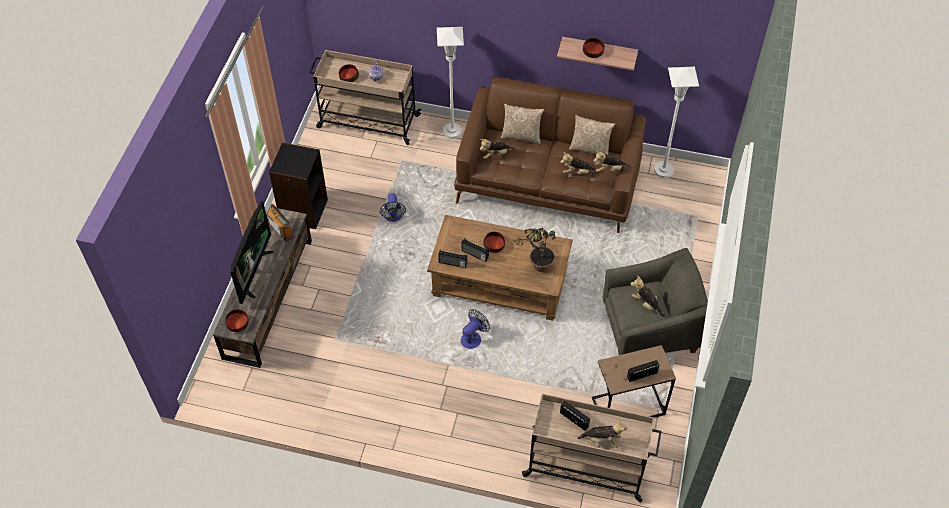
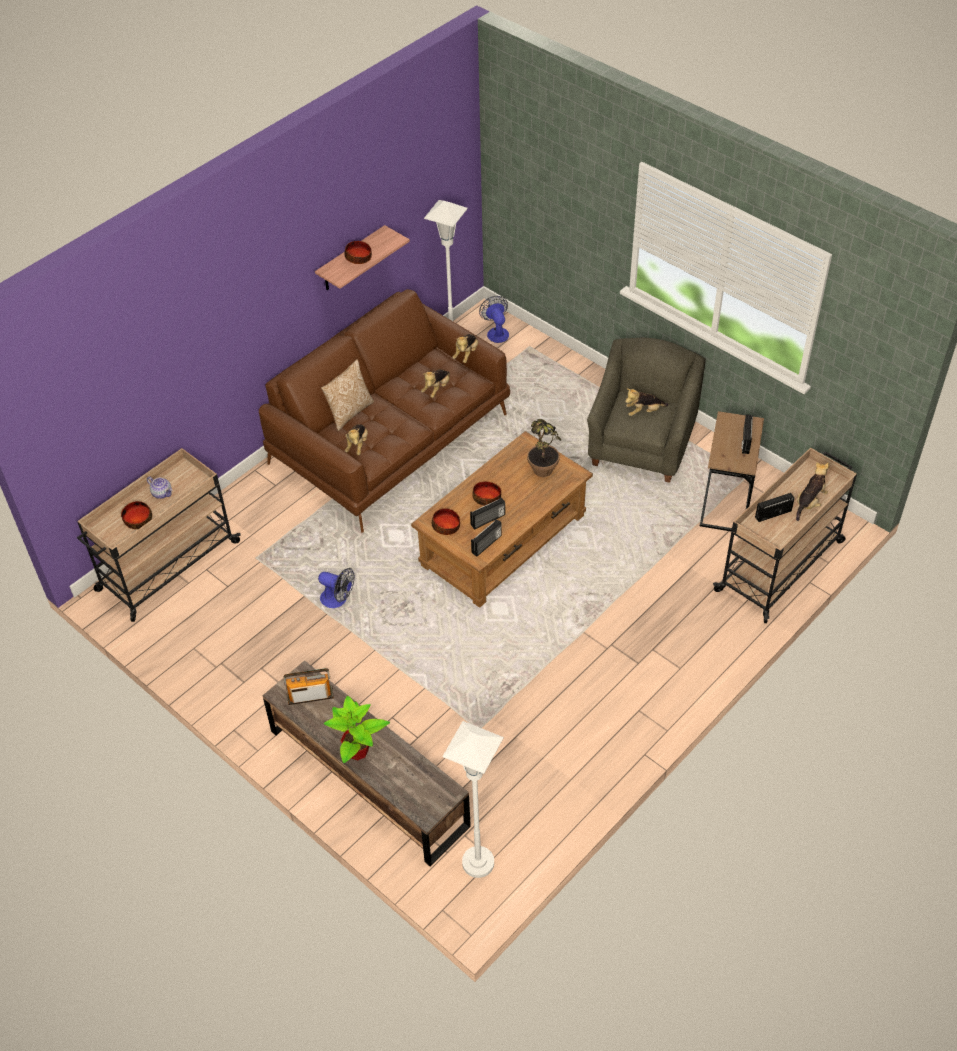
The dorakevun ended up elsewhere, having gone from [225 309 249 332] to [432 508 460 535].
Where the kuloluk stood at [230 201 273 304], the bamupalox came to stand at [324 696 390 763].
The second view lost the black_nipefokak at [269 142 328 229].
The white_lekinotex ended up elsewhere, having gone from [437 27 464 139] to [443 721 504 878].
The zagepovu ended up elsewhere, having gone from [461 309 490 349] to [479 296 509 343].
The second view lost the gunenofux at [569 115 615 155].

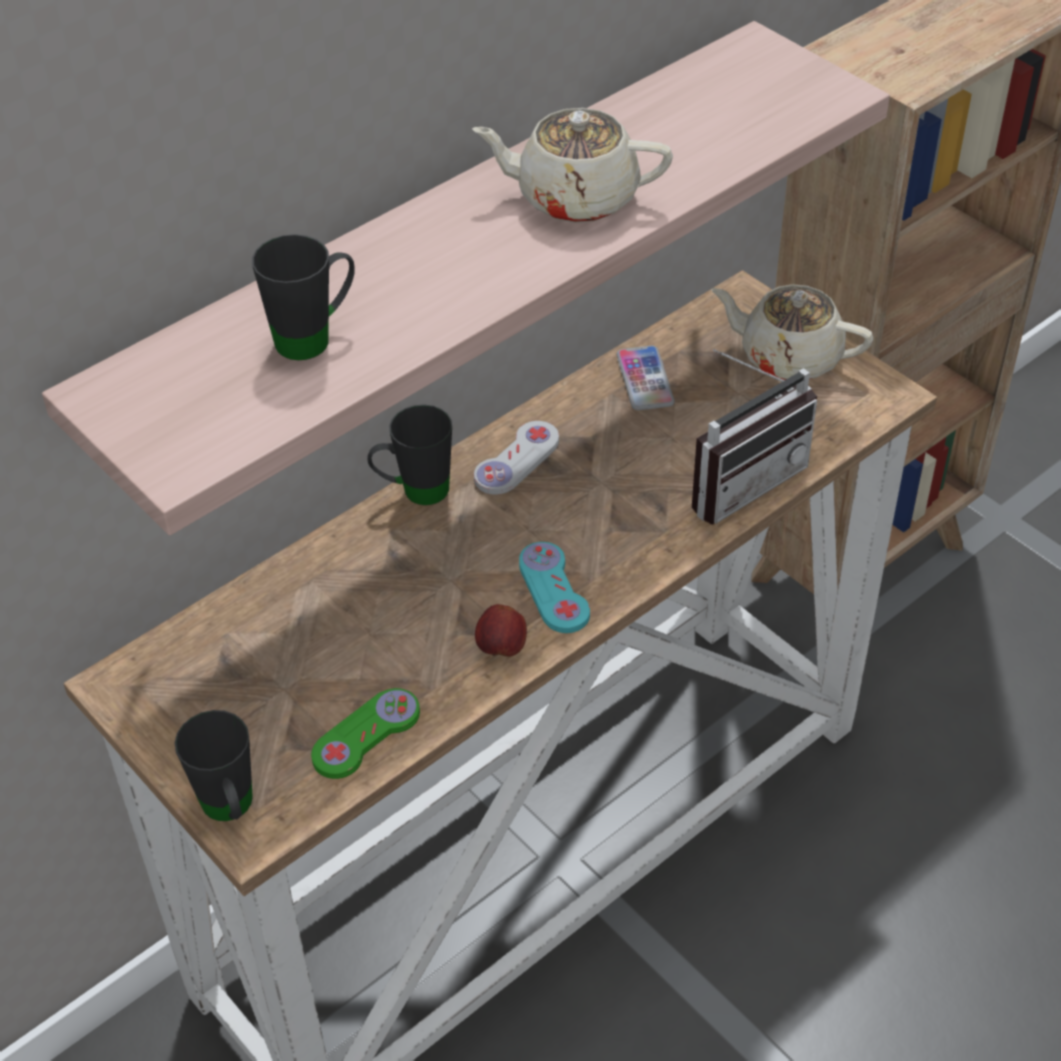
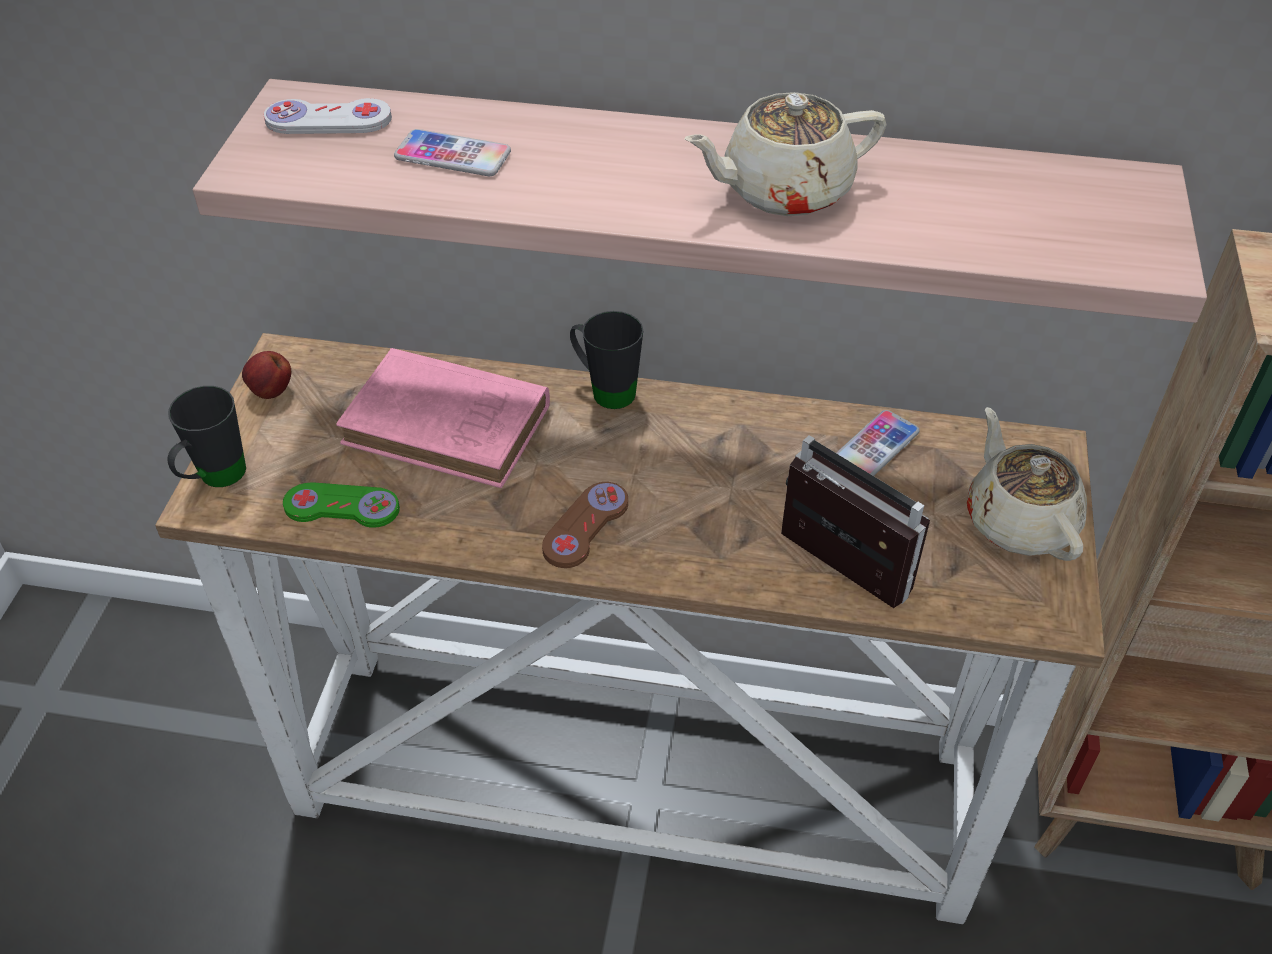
Where the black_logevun stood at [252 234 355 360], the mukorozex came to stand at [394 129 511 176].
The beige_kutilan at [472 108 673 223] ended up facing another way, 75 degrees counterclockwise from before.
The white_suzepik ended up elsewhere, having gone from [474 421 559 495] to [264 98 392 134].
The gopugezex ended up elsewhere, having gone from [475 604 527 657] to [242 351 291 399].
What was the turquoise_suzepik at [519 542 590 633] turned into the brown_suzepik at [542 482 628 568].
The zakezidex at [692 349 817 525] ended up facing another way, 150 degrees counterclockwise from before.
The second view gained the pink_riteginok at [336 348 550 488].

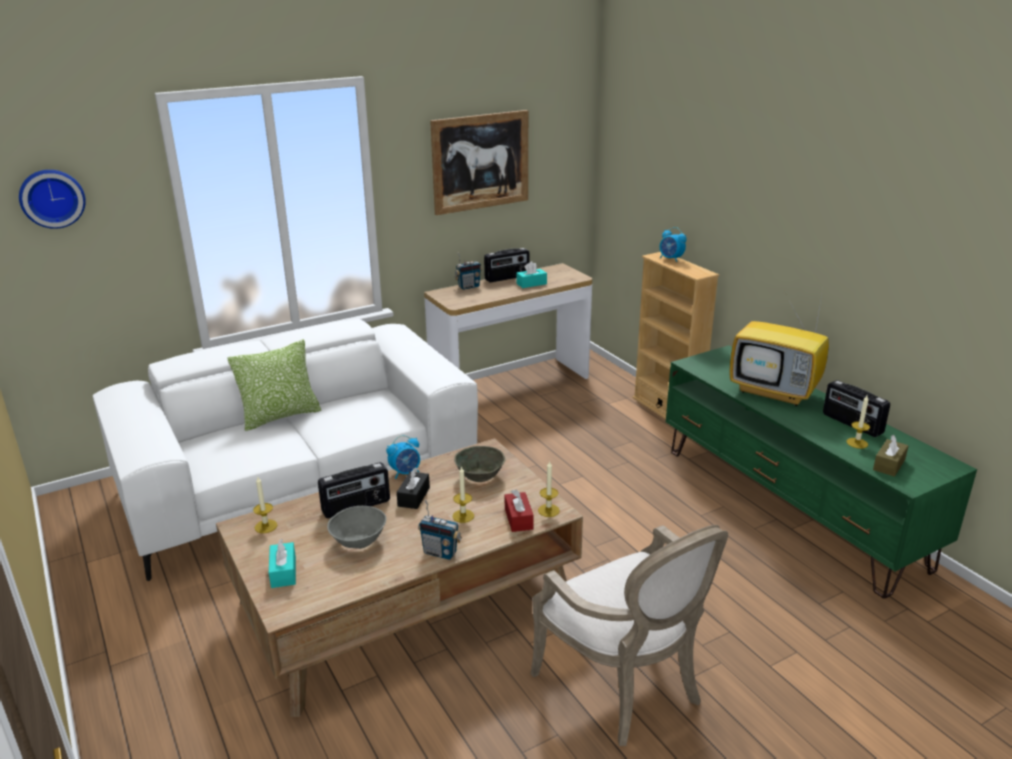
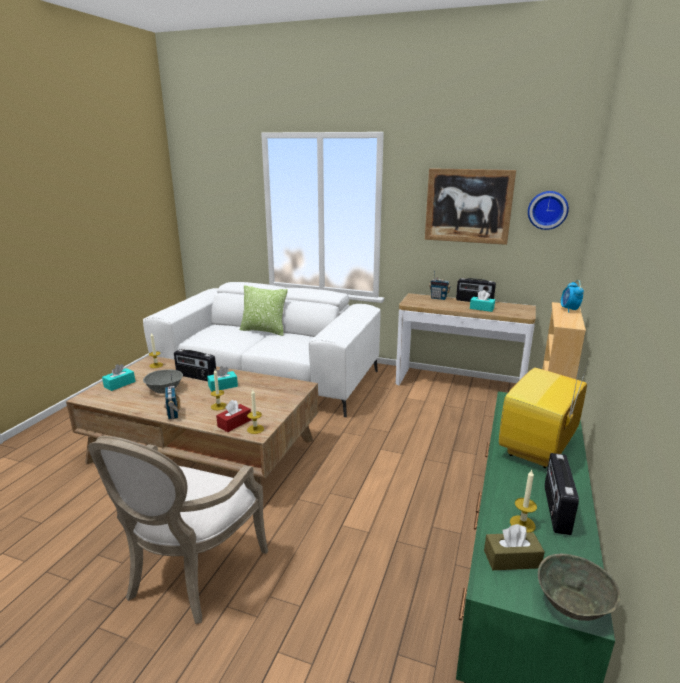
The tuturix ended up elsewhere, having gone from [19 170 86 229] to [528 191 569 230].
The second view lost the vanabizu at [386 435 420 479].
What was the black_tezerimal at [397 467 430 509] turned into the turquoise_tezerimal at [207 366 238 392].
The grey_dorakevun ended up elsewhere, having gone from [454 446 505 482] to [538 554 621 621].
The kuloluk at [729 289 829 406] ended up facing another way, 45 degrees clockwise from before.

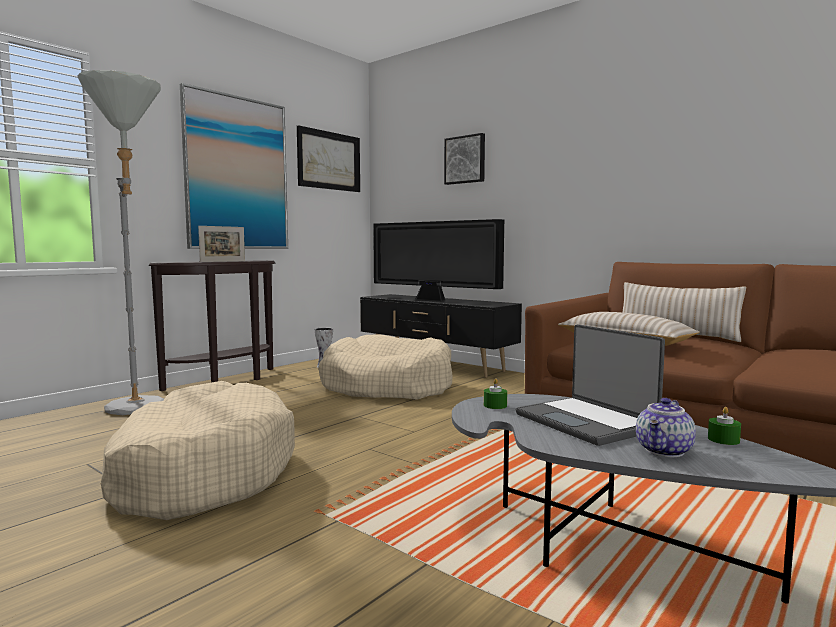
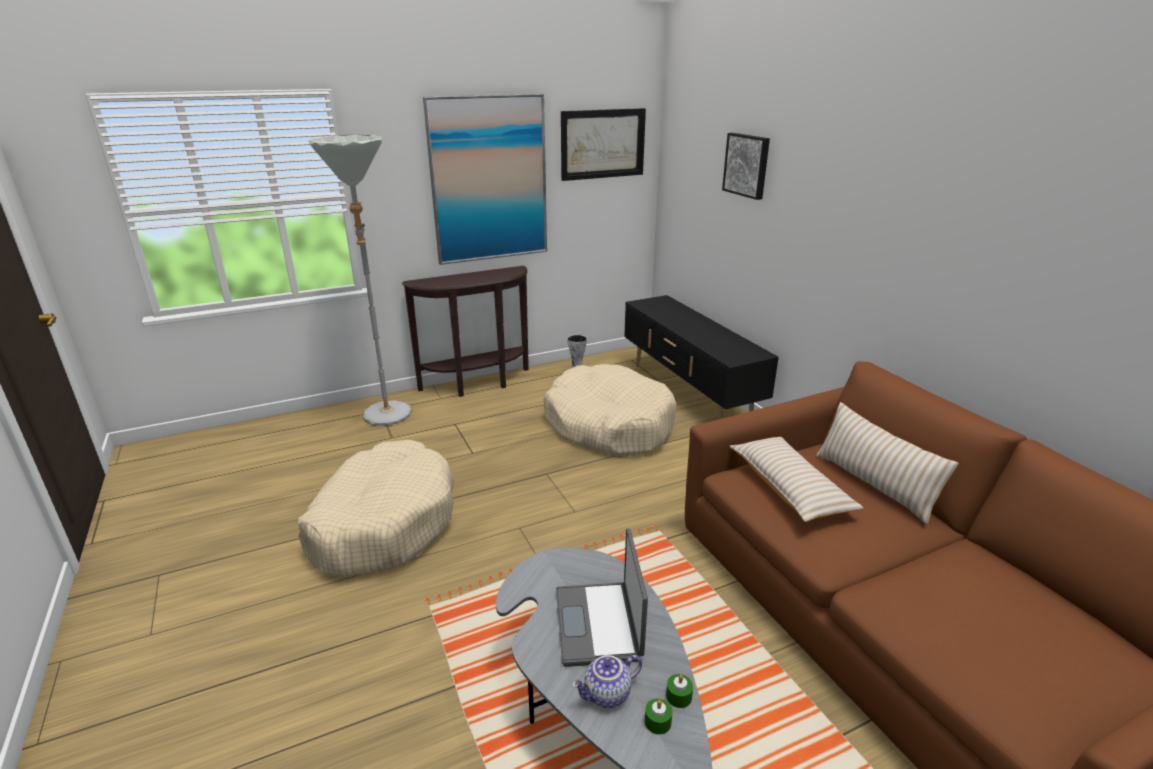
The second view lost the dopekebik at [198 226 245 262].
The second view lost the kuloluk at [373 219 504 302].
The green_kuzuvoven ended up elsewhere, having gone from [484 378 507 409] to [645 699 673 734].

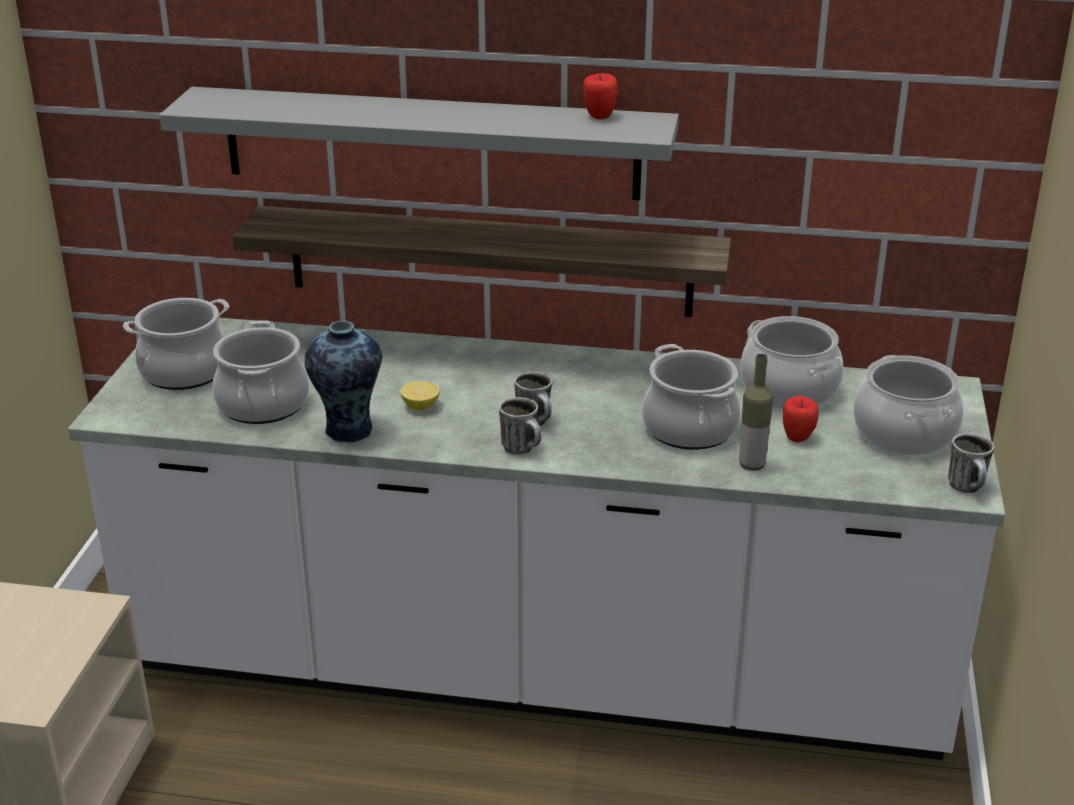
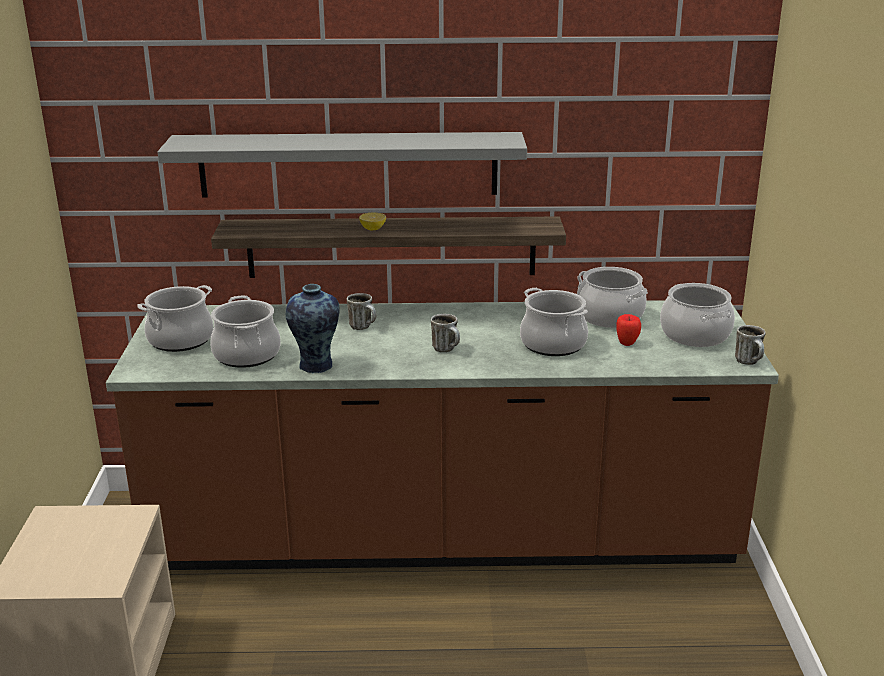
What was the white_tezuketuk at [68 318 1005 760] turned into the brown_tezuketuk at [106 300 779 570].
The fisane ended up elsewhere, having gone from [400 381 440 410] to [359 213 386 231].
The logevun ended up elsewhere, having gone from [499 397 542 455] to [347 293 377 330].
The second view lost the gopugezex at [583 73 618 119].
The second view lost the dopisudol at [739 354 773 471].

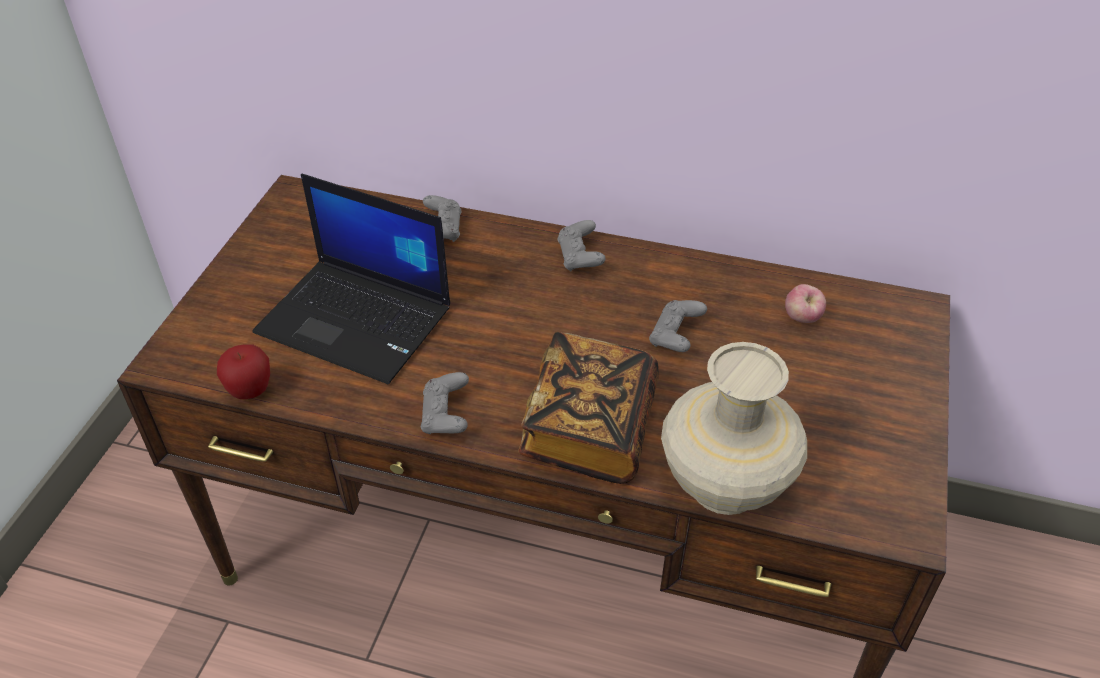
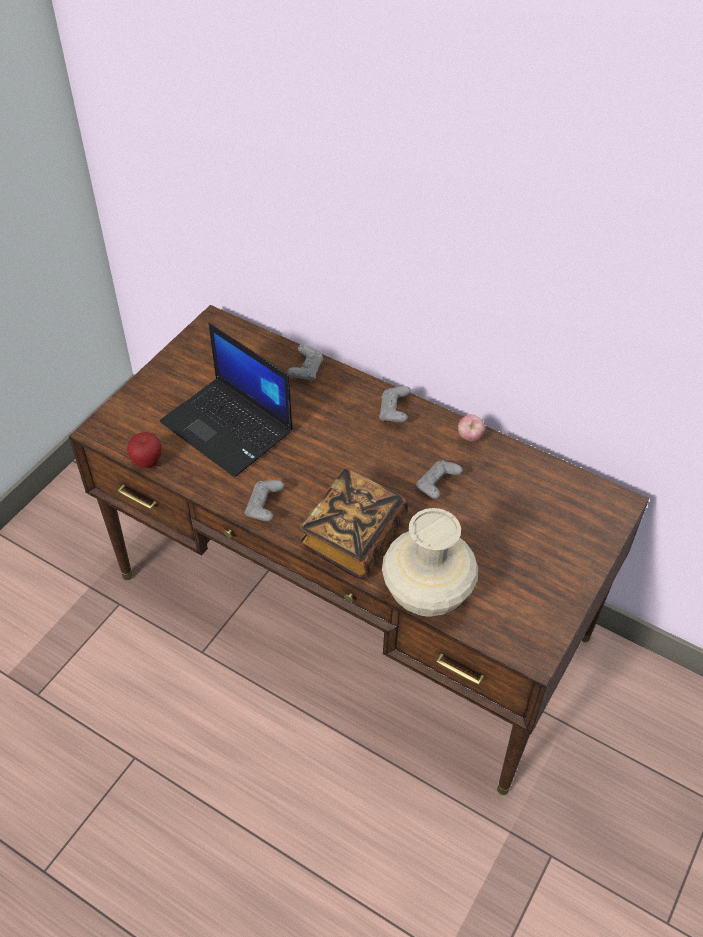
The gopugezex ended up elsewhere, having gone from [785 284 826 323] to [458 414 485 441].

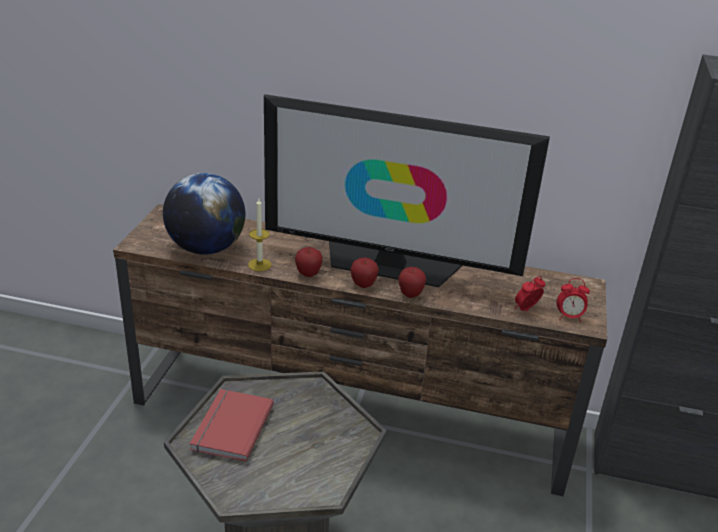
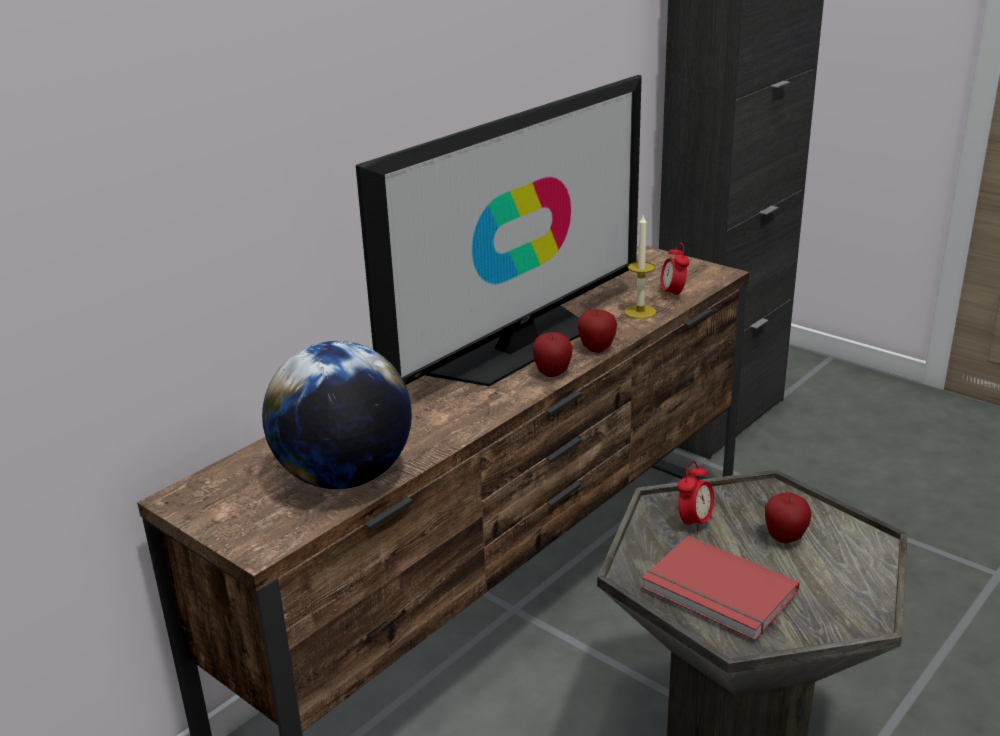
The kuzuvoven ended up elsewhere, having gone from [248 199 272 271] to [624 215 656 319].
The gopugezex ended up elsewhere, having gone from [295 247 323 277] to [765 492 812 543].
The vanabizu ended up elsewhere, having gone from [557 278 590 322] to [677 461 714 534].

